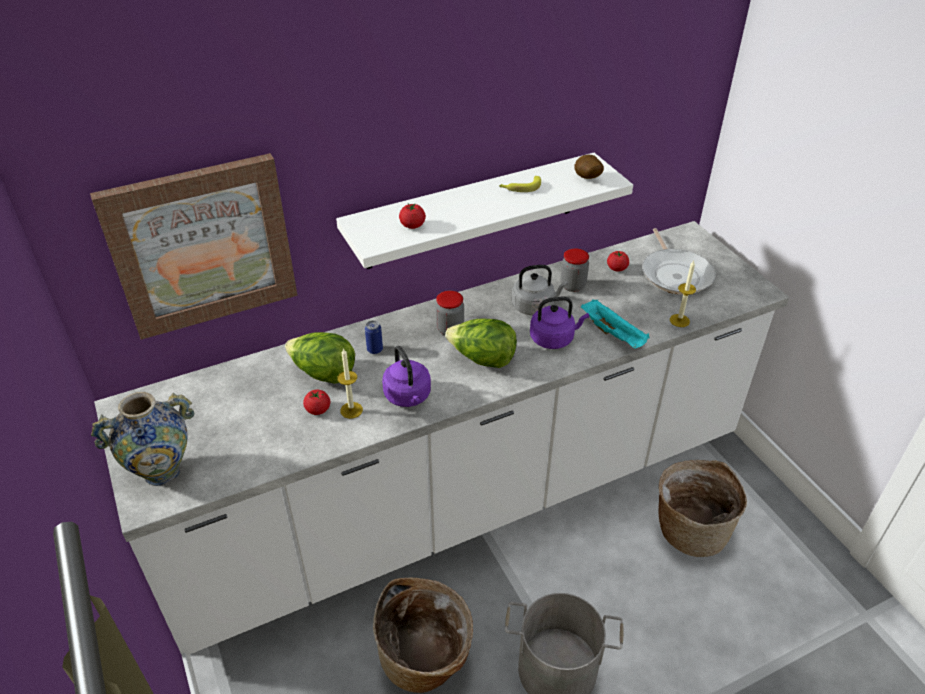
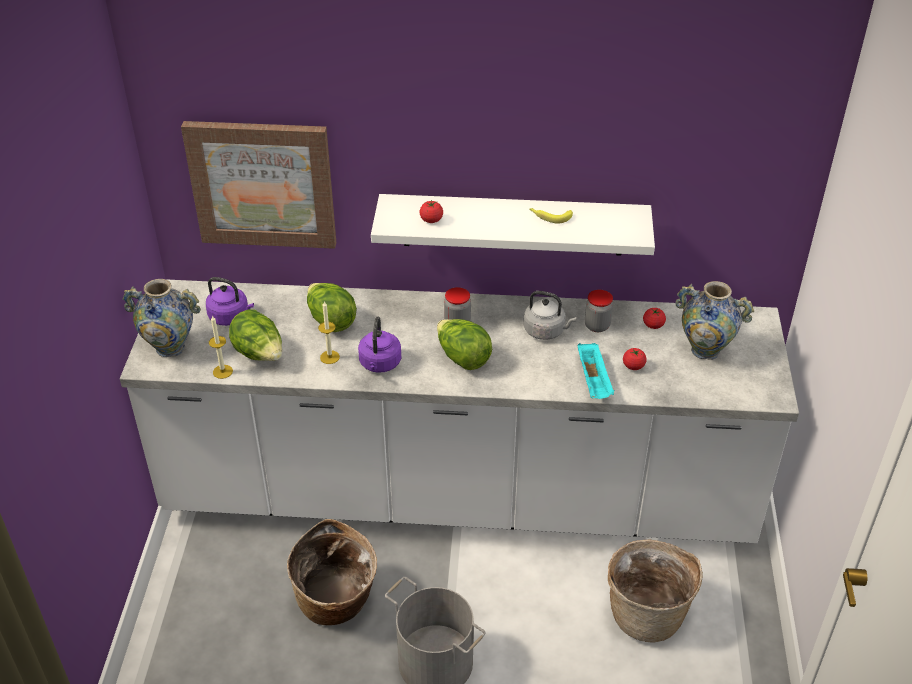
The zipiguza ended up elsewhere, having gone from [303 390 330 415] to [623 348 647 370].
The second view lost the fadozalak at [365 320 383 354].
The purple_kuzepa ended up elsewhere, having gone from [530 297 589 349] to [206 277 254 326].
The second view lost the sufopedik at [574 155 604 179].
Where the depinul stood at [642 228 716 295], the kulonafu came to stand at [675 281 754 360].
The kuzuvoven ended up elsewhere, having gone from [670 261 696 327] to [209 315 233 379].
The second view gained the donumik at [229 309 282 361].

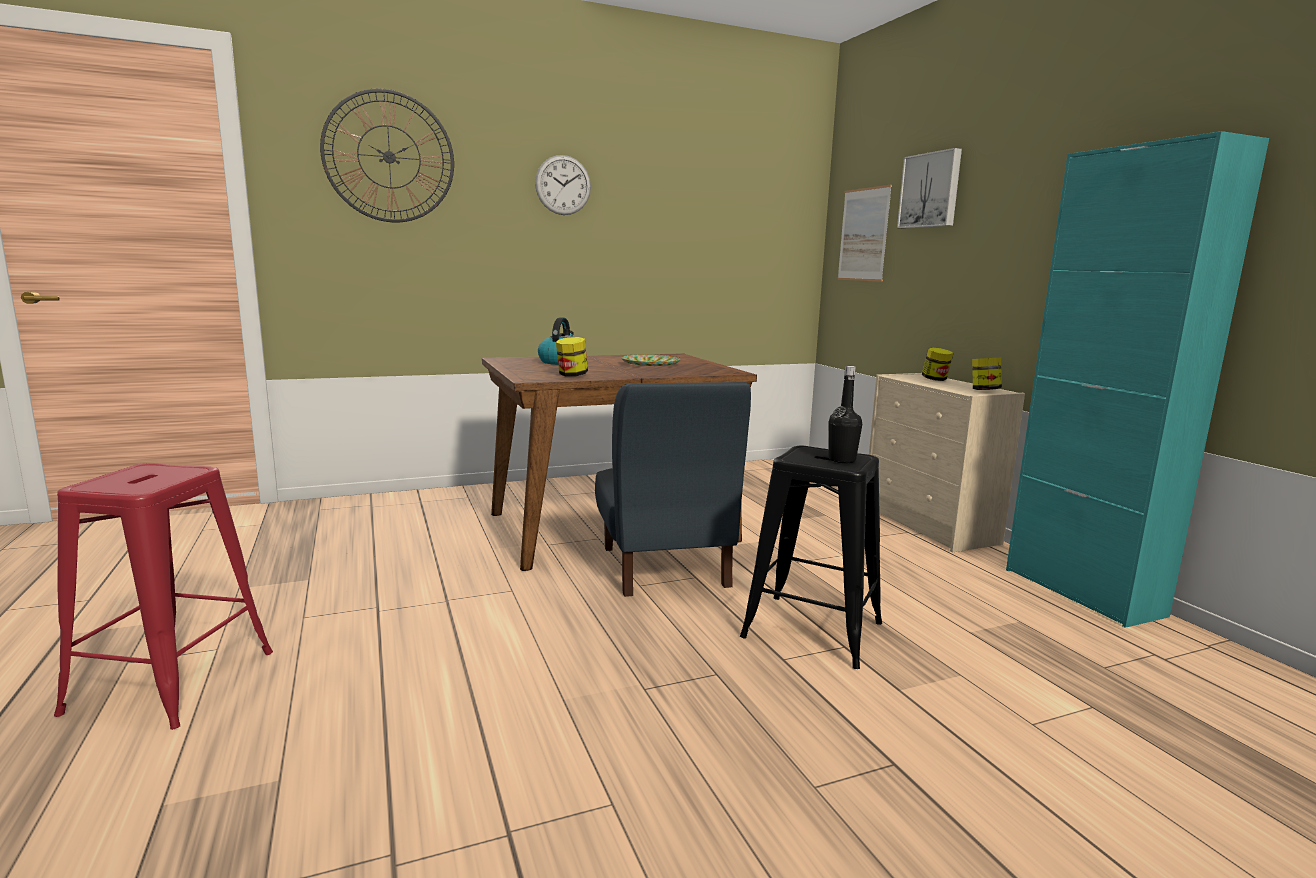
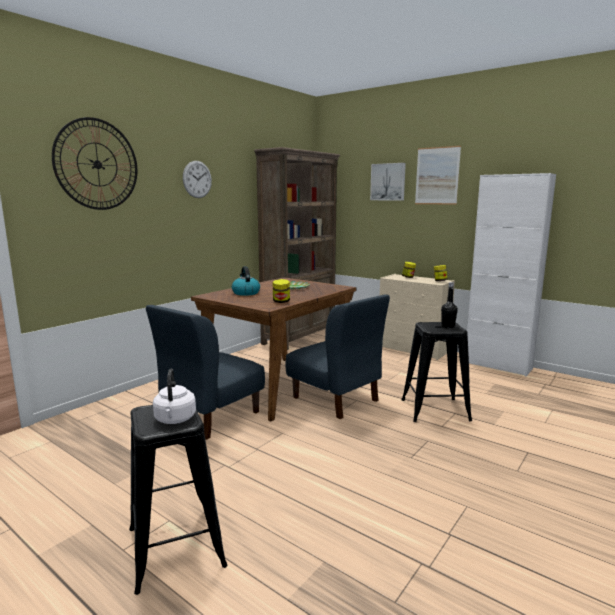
What was the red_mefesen at [54 463 273 730] turned into the black_mefesen at [129 405 227 595].
The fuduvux ended up elsewhere, having gone from [837 185 892 282] to [415 146 461 205].
What was the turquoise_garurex at [1006 131 1269 628] turned into the white_garurex at [467 173 556 377].
The second view gained the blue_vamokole at [146 305 265 440].
The second view gained the white_kuzepa at [153 369 196 424].
The second view gained the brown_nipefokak at [254 147 340 350].

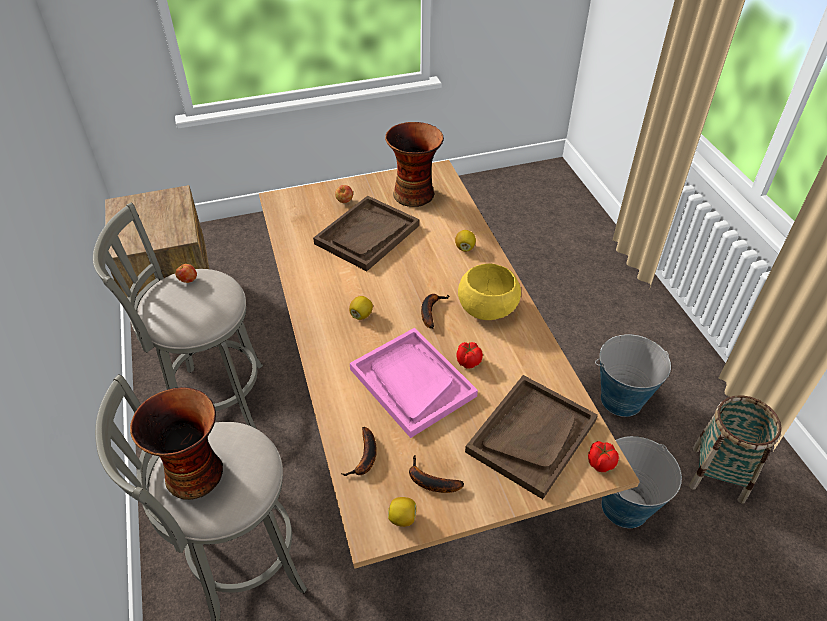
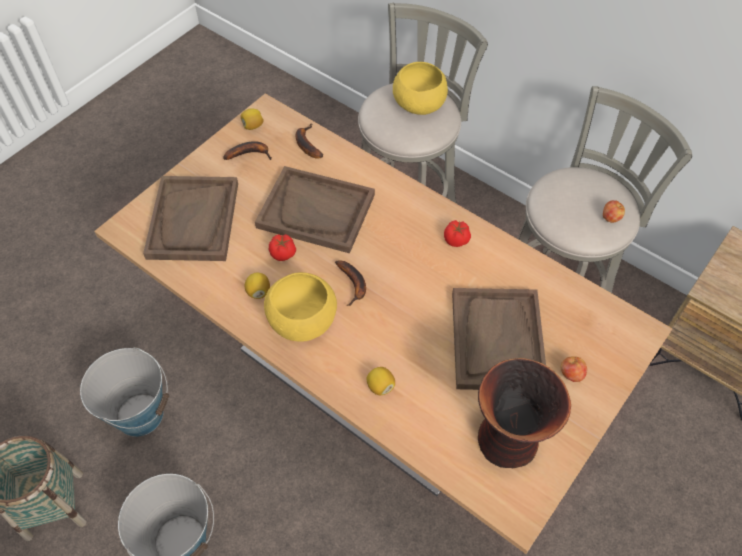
Where the kulonafu stood at [130 387 223 500], the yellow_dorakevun came to stand at [393 62 448 115].
The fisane ended up elsewhere, having gone from [349 296 373 320] to [245 273 270 299].
What was the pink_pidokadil at [350 328 478 438] turned into the brown_pidokadil at [255 166 375 254].
The zipiguza ended up elsewhere, having gone from [588 441 619 472] to [444 220 471 247].

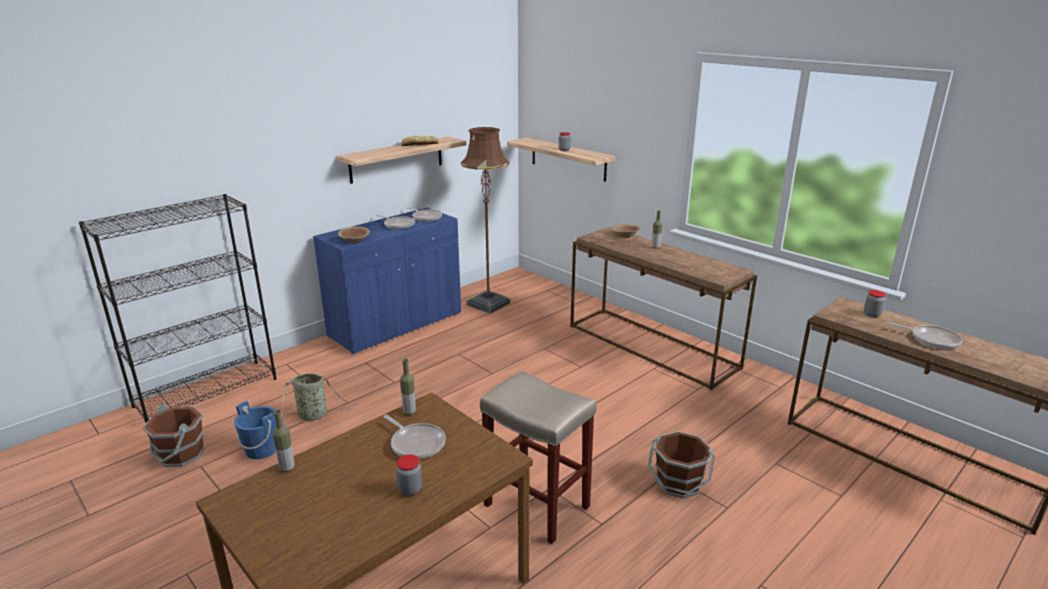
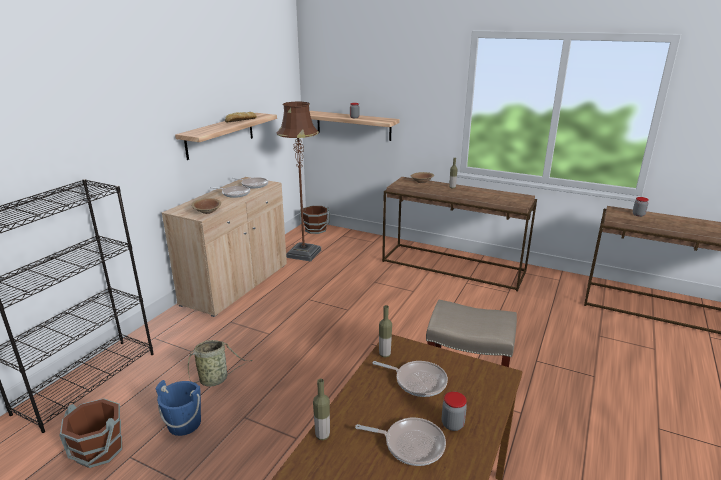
What was the blue_garurex at [313 208 461 355] turned into the beige_garurex at [162 177 287 317].
The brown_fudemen ended up elsewhere, having gone from [648 431 715 498] to [299 206 330 234].
The depinul ended up elsewhere, having gone from [887 322 963 349] to [355 418 446 466].

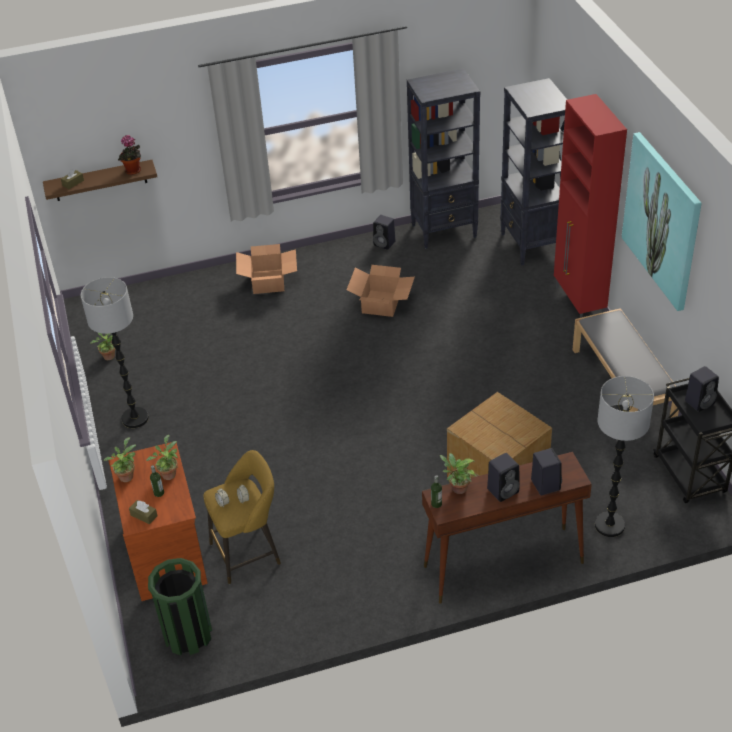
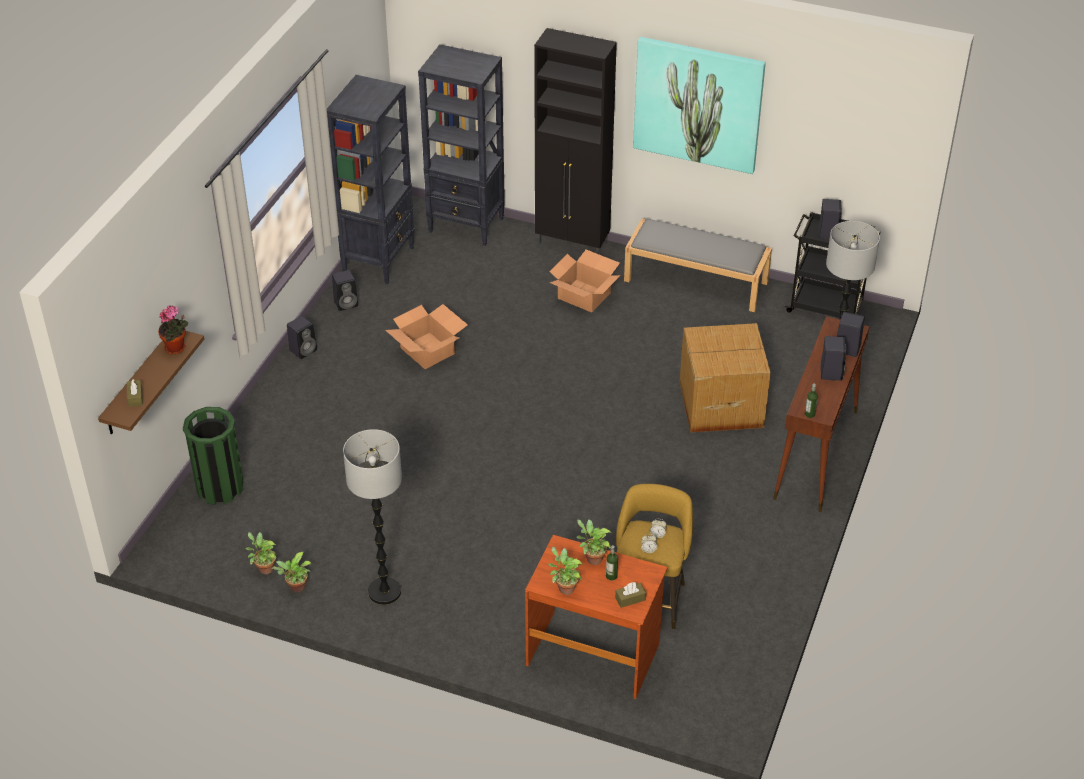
The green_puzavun ended up elsewhere, having gone from [148 558 212 655] to [183 407 244 505].
The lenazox ended up elsewhere, having gone from [236 244 297 294] to [549 250 621 312].
The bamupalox ended up elsewhere, having gone from [440 453 476 494] to [271 552 312 592].
What was the red_garurex at [554 94 627 318] turned into the black_garurex at [534 28 617 254].
The second view gained the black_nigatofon at [287 316 317 359].

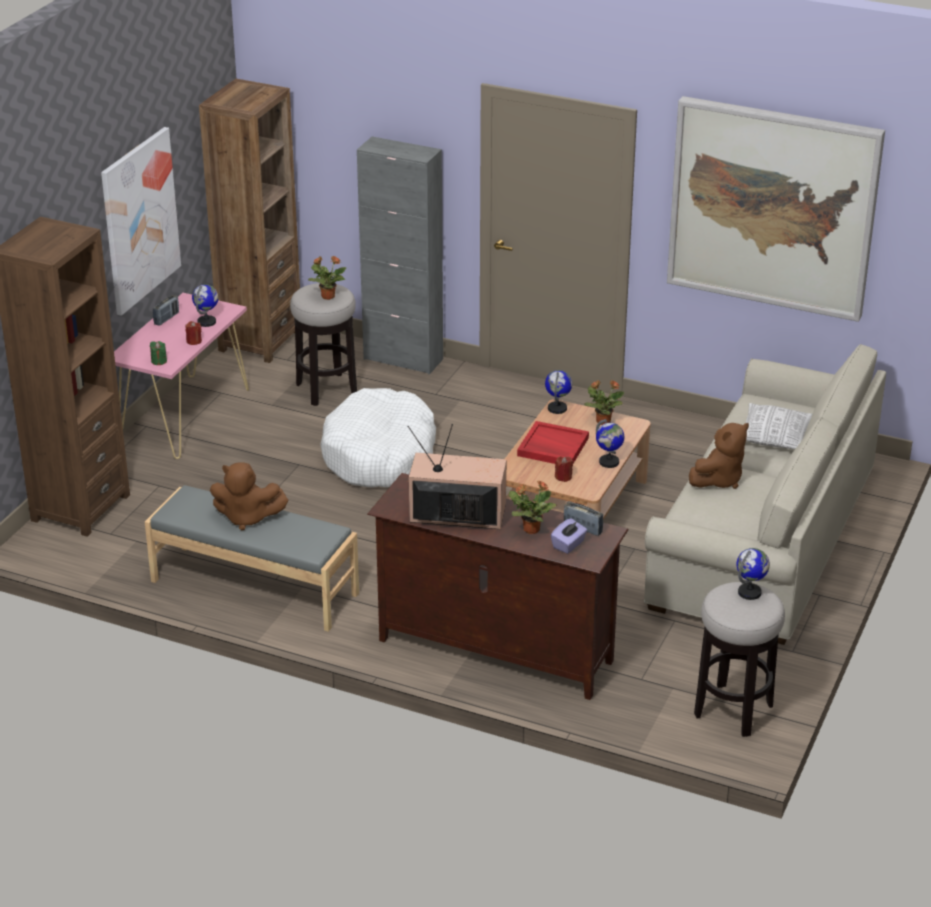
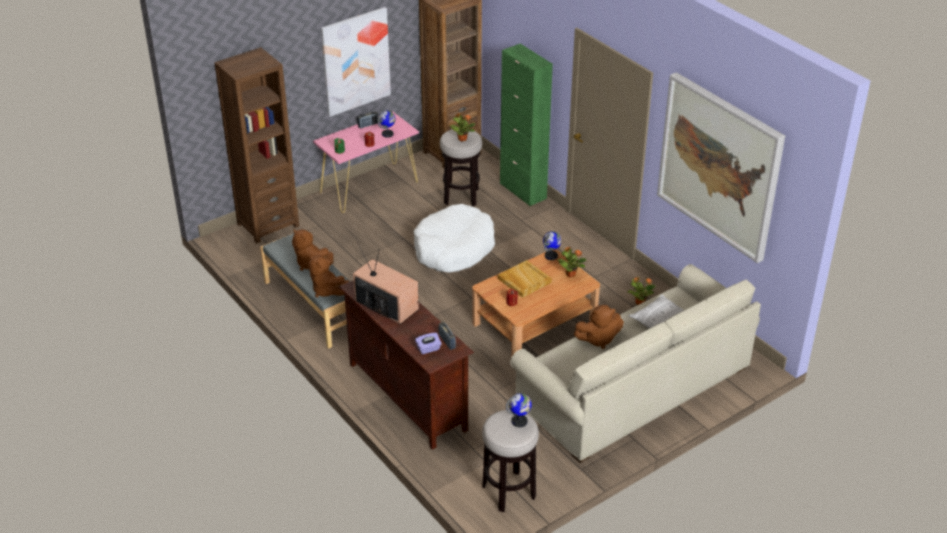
What was the grey_garurex at [357 136 443 375] turned into the green_garurex at [500 44 553 206].
The bamupalox ended up elsewhere, having gone from [509 481 556 534] to [628 277 655 305].
What was the red_pidokadil at [517 421 589 464] turned into the beige_pidokadil at [498 260 552 298].
The second view lost the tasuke at [596 419 624 468].
The second view gained the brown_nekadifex at [309 255 349 298].

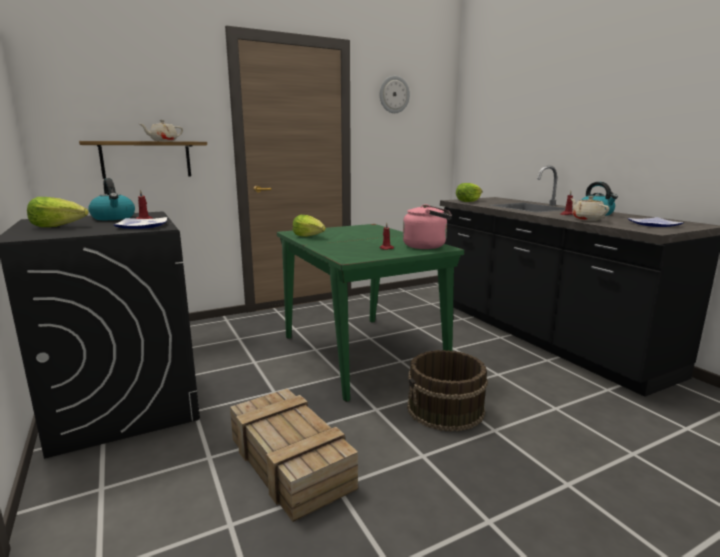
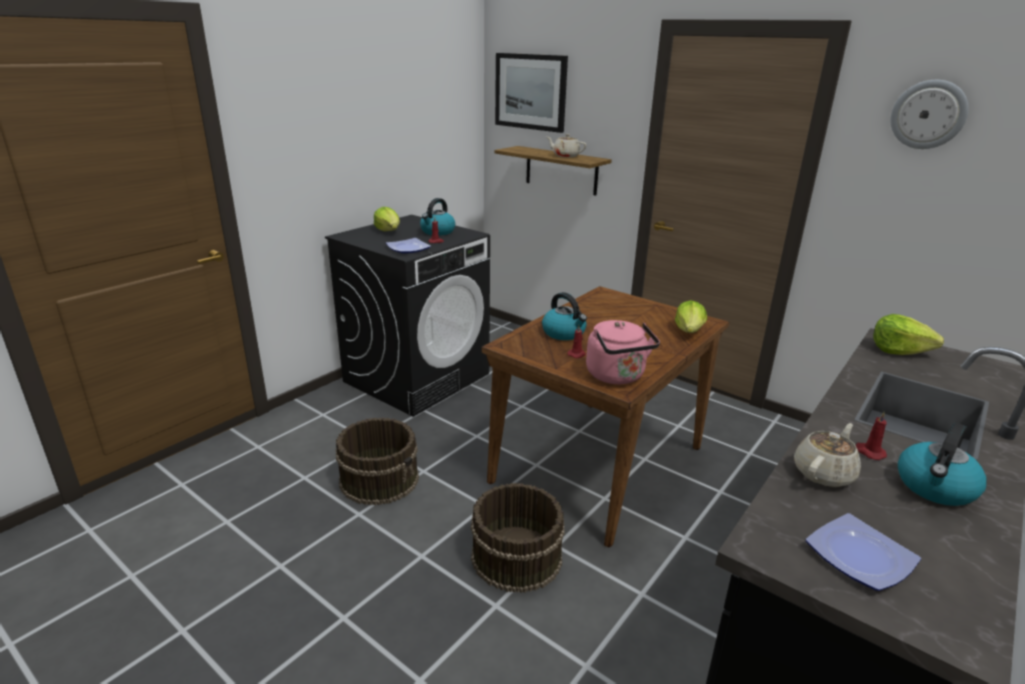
Where the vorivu stood at [230 388 358 522], the brown_fudemen came to stand at [336 418 419 506].
What was the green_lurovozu at [277 224 465 402] turned into the brown_lurovozu at [481 286 729 547].
The donumik ended up elsewhere, having gone from [293 215 326 237] to [675 300 707 333].
The second view gained the fuduvux at [495 53 568 133].
The second view gained the kuzepa at [542 292 587 340].

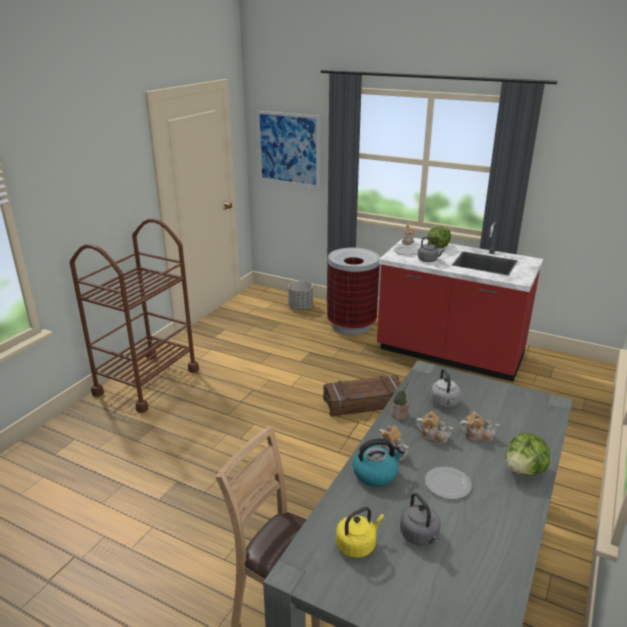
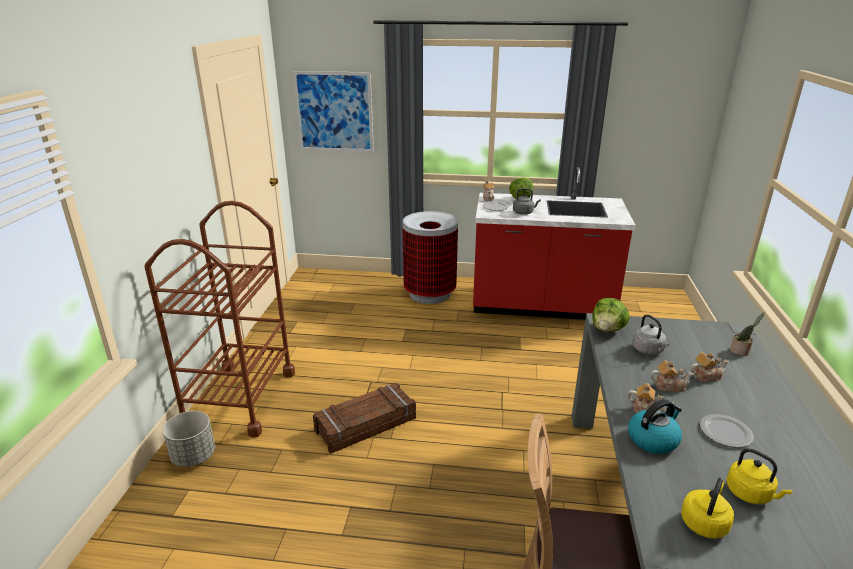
The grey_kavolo ended up elsewhere, having gone from [288 281 313 310] to [163 411 215 467].
The vorivu ended up elsewhere, having gone from [323 375 401 417] to [313 383 416 454].
The bamupalox ended up elsewhere, having gone from [391 380 410 420] to [730 312 764 356].
What was the grey_kuzepa at [400 493 441 546] turned into the yellow_kuzepa at [726 448 792 504].
The donumik ended up elsewhere, having gone from [506 433 550 476] to [592 298 629 332].

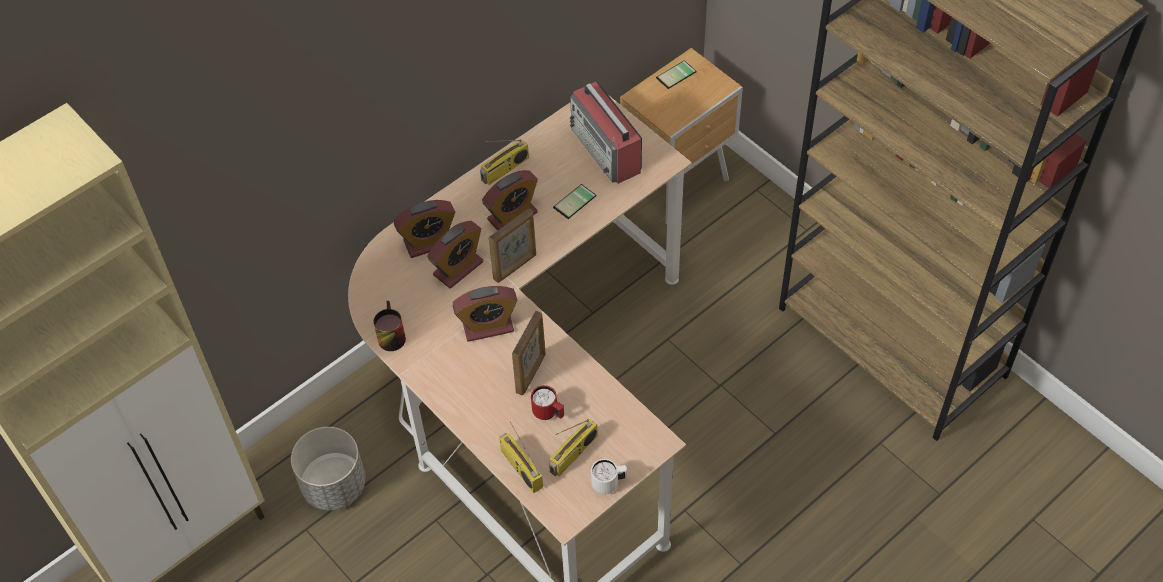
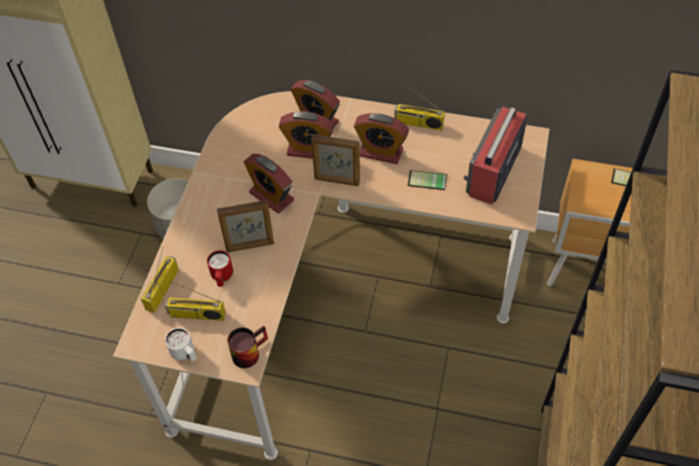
The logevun ended up elsewhere, having gone from [374 301 406 351] to [227 326 268 368].

